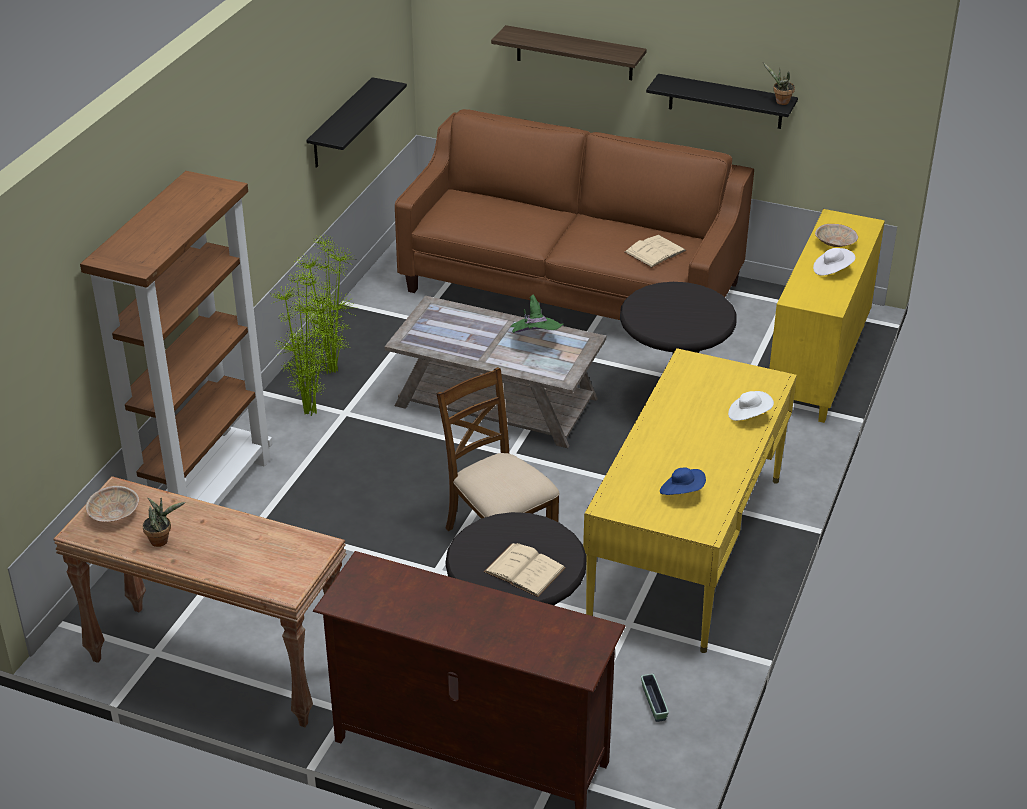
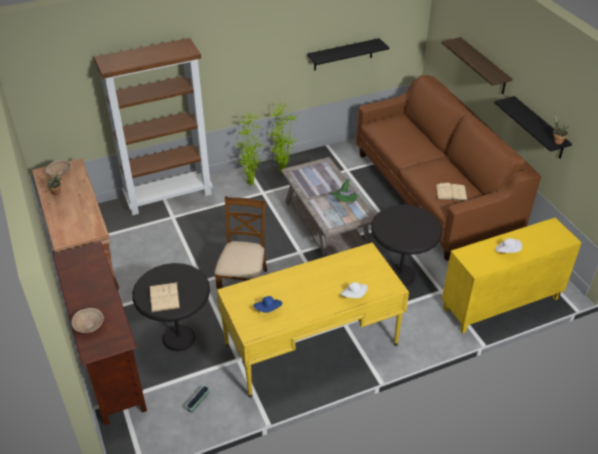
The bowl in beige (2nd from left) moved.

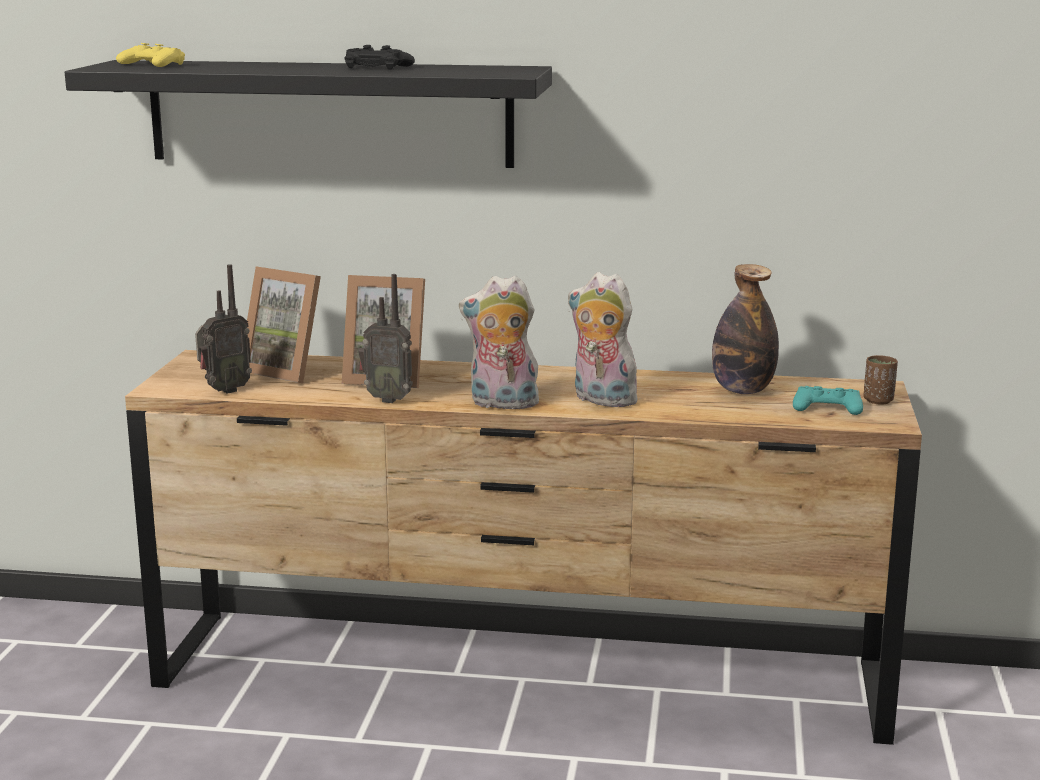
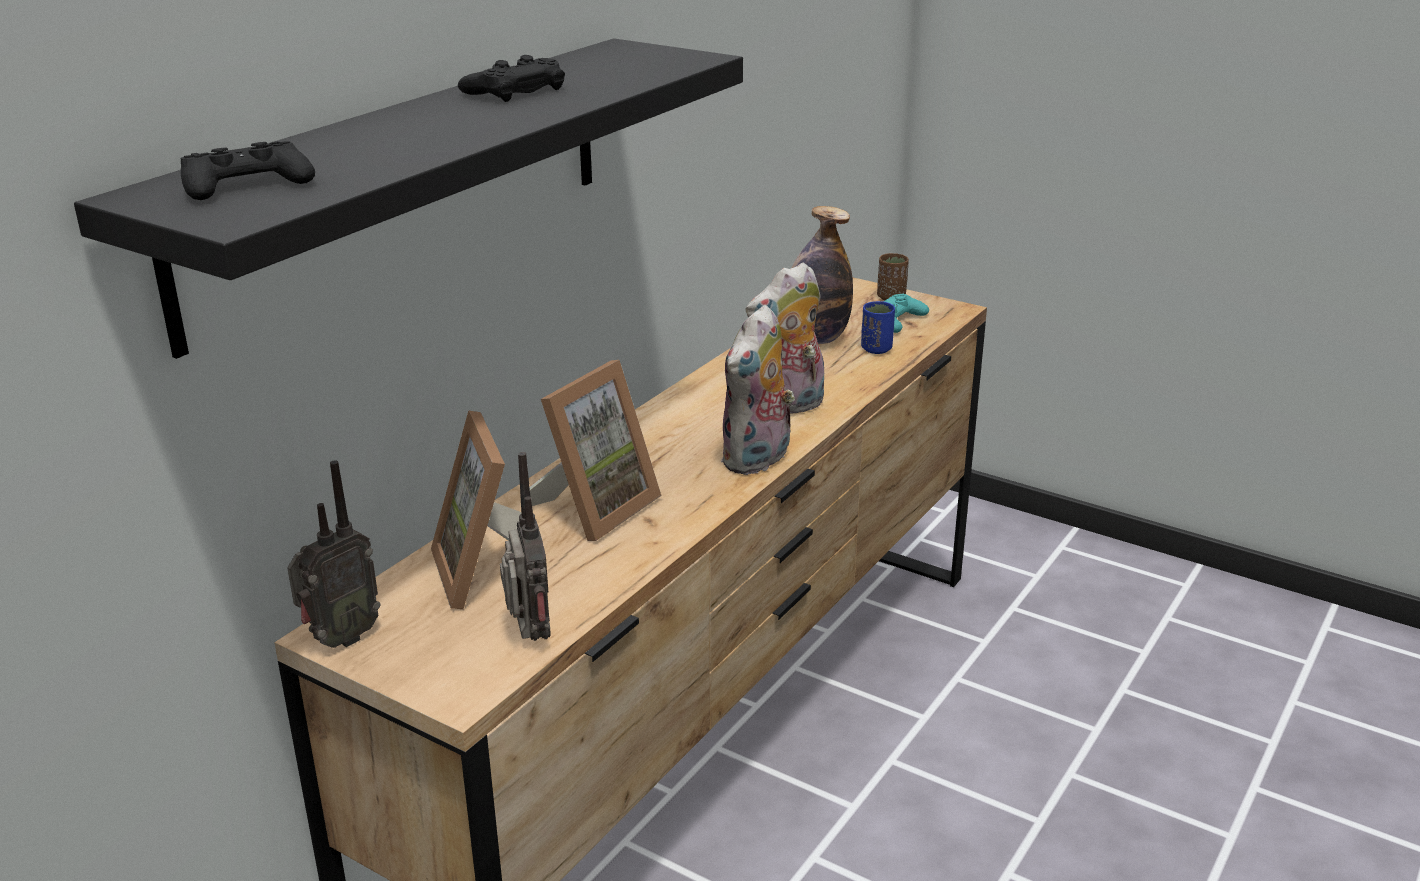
The cup in blue appeared.
The radio (2nd from left in the first image) moved.
The game controller in yellow became the game controller in black (1st from left).
The picture frame (1st from left) turned 105 degrees clockwise.

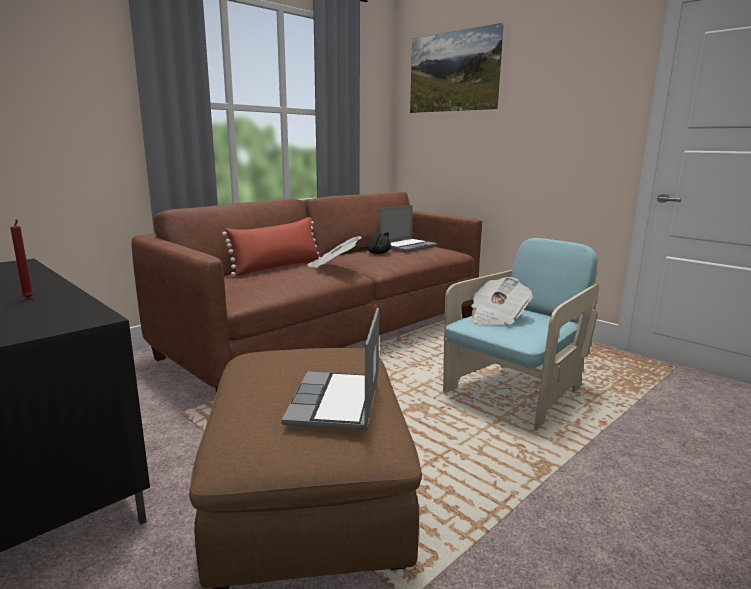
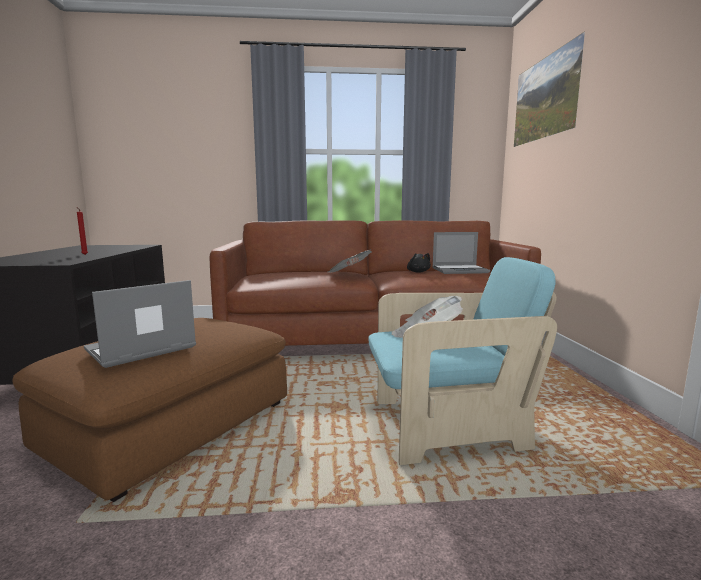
The pillow in red disappeared.

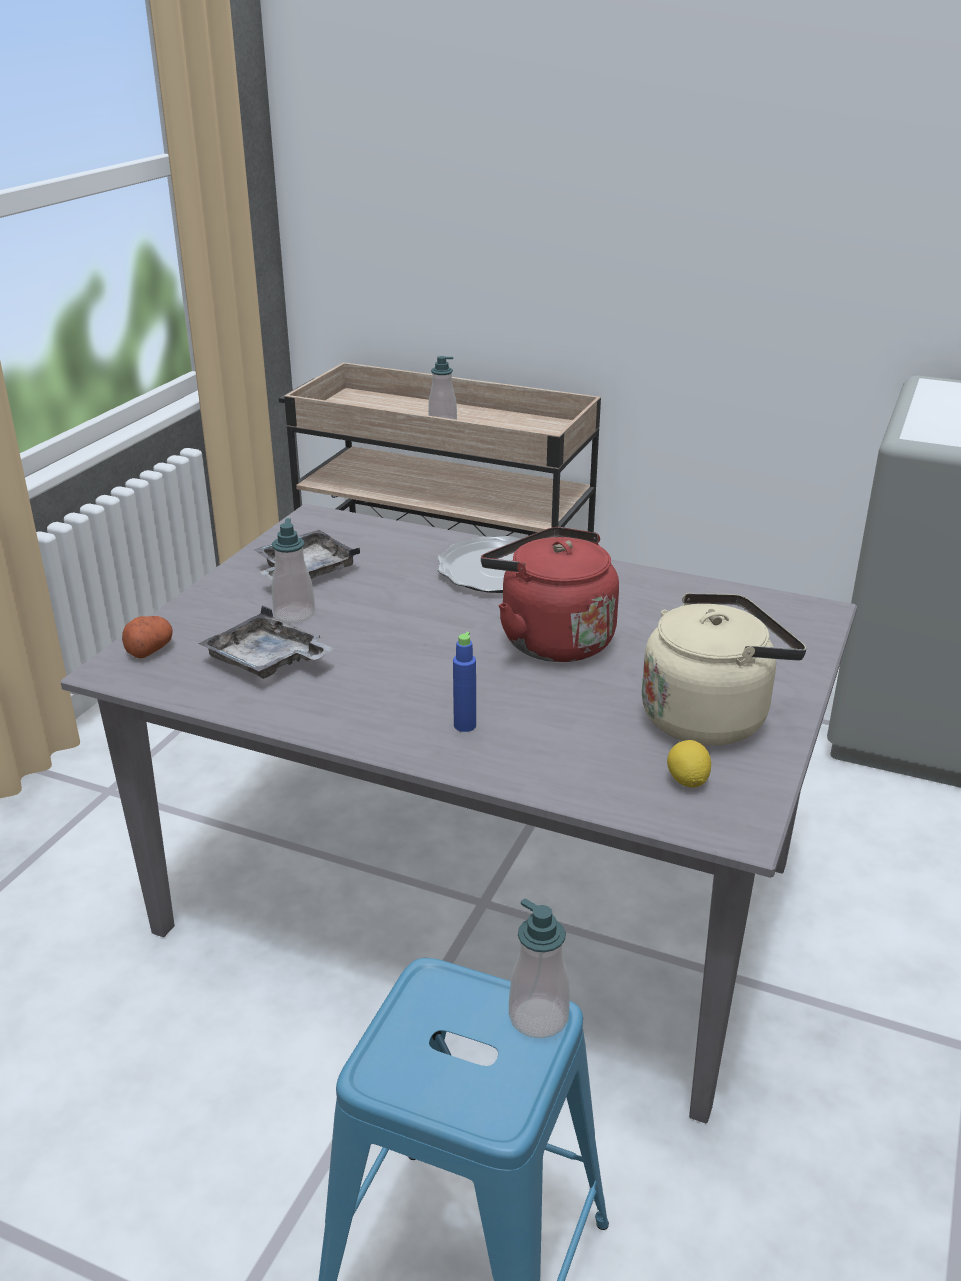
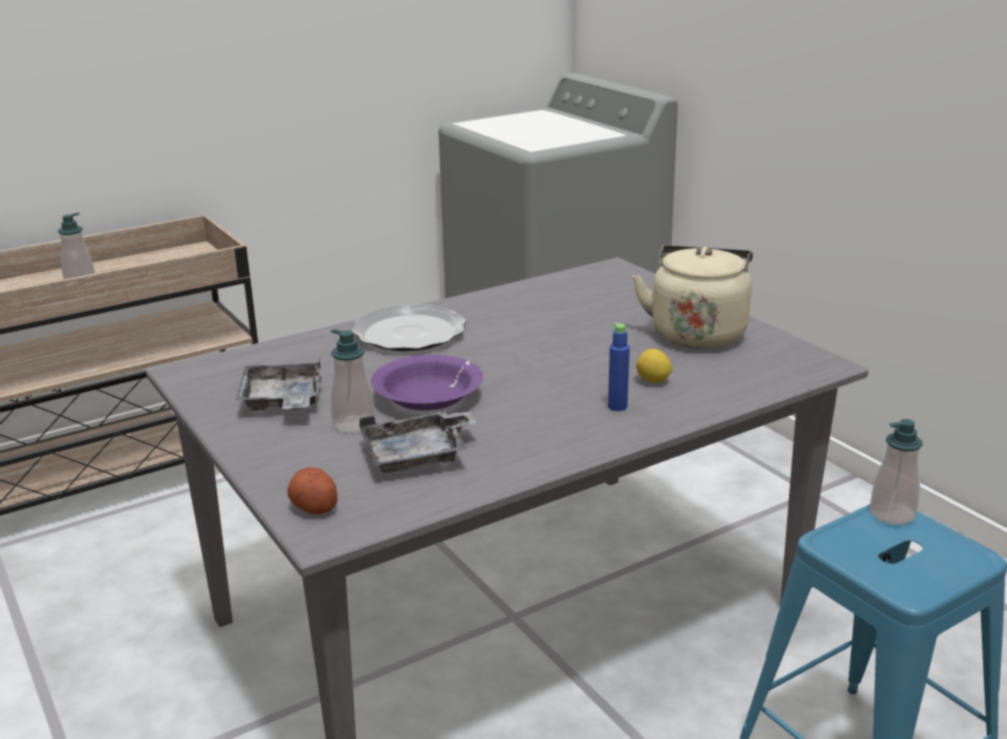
The kettle in red disappeared.
The bowl in purple appeared.
The lemon moved.

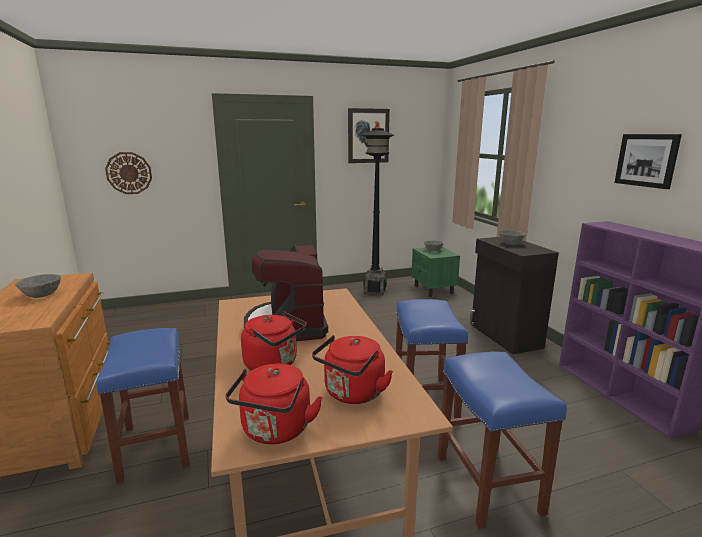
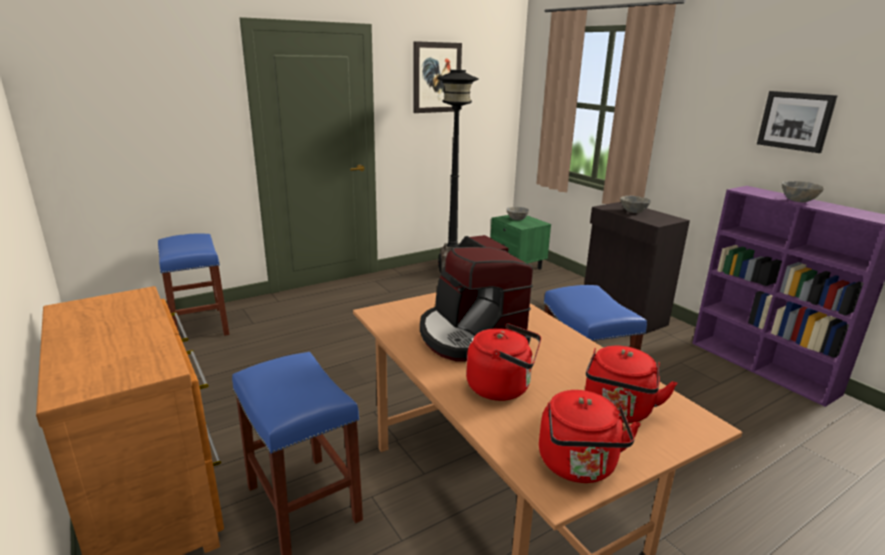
The wall clock disappeared.
The bowl in grey (1st from left in the first image) moved.
The stool in blue (3rd from left in the first image) moved.

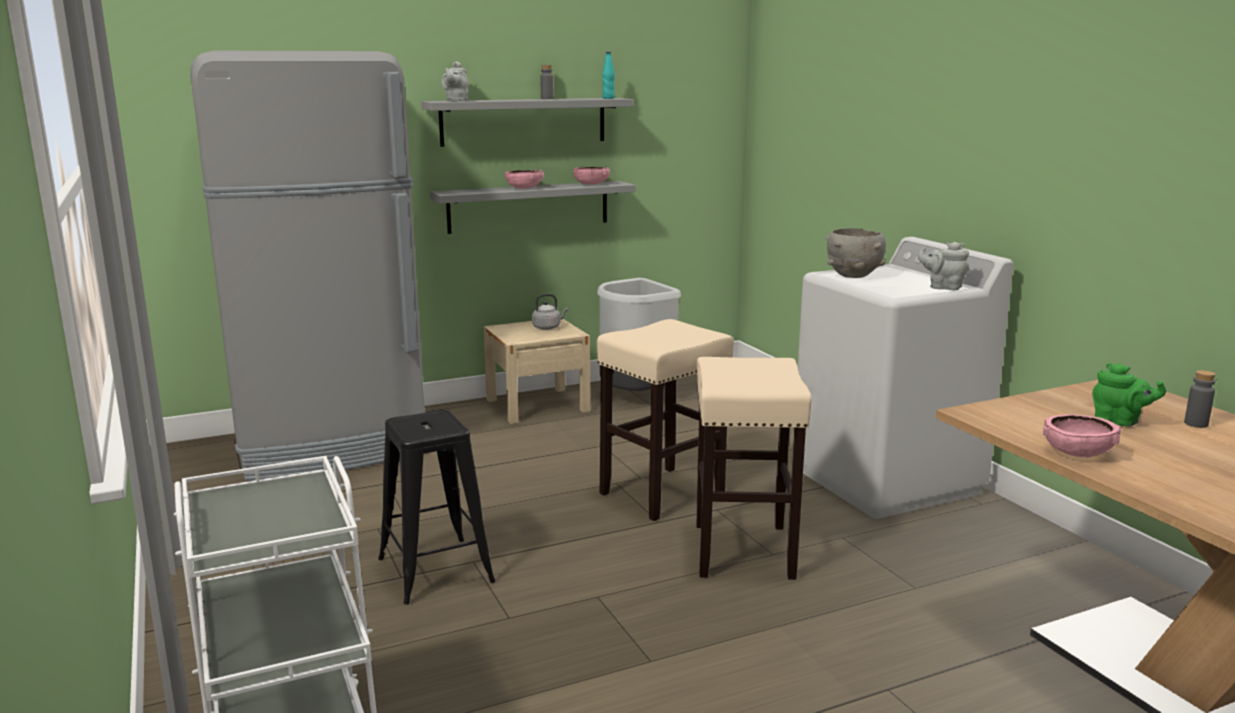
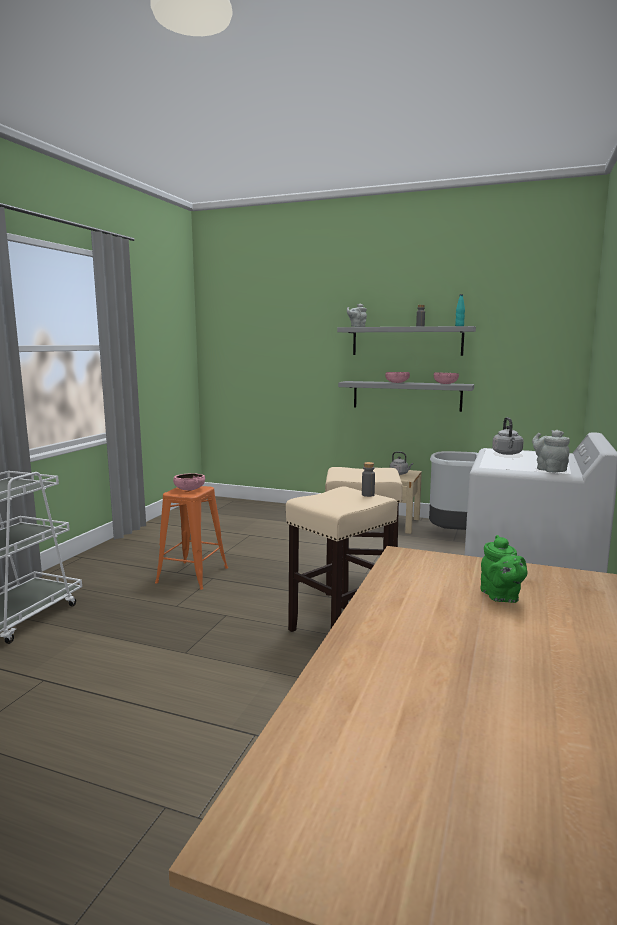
The fridge in grey disappeared.
The bowl in pink (3rd from left in the first image) moved.
The bottle in grey (2nd from left in the first image) moved.
The bowl in grey was replaced by the kettle in grey (2nd from left).
The stool in black became the stool in orange.

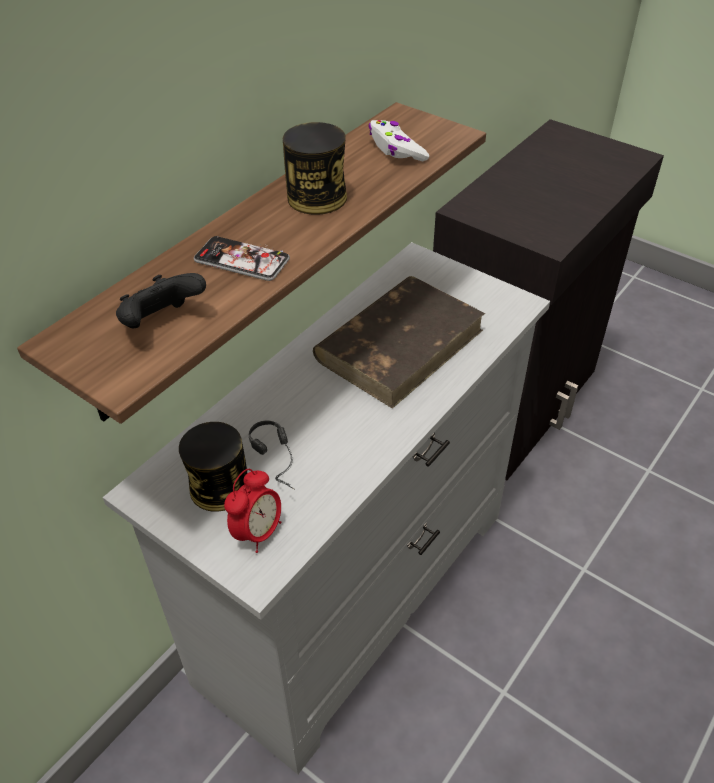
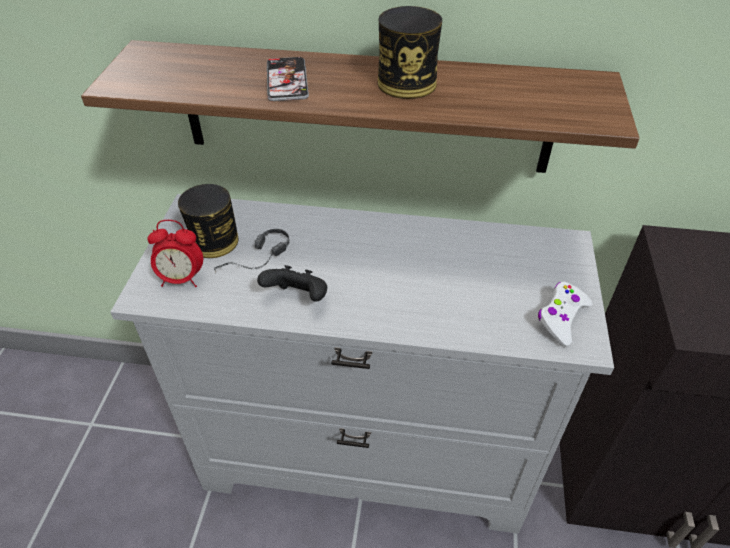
The book in brown disappeared.
The game controller in black moved.
The game controller in white moved.

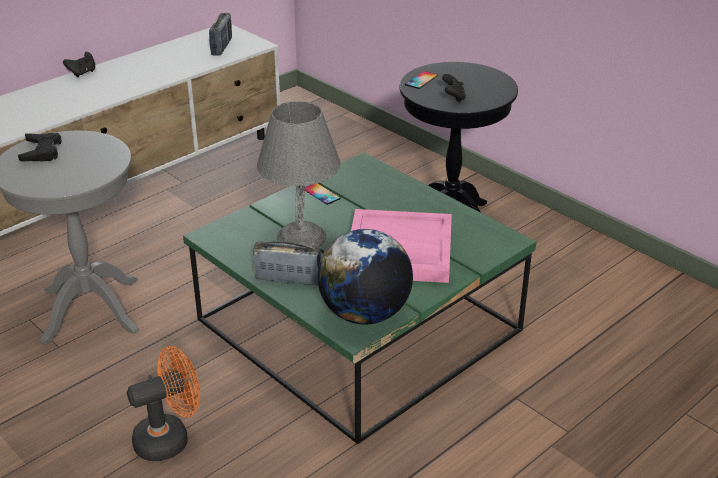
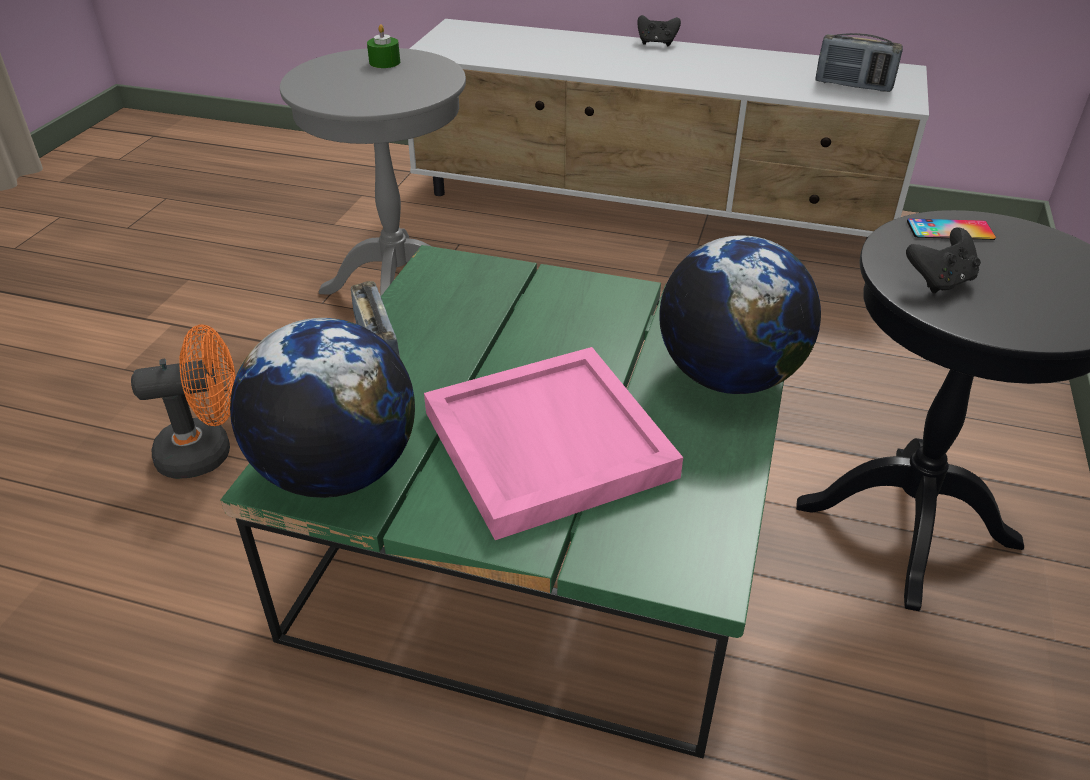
The table lamp in grey disappeared.
The phone (1st from left) disappeared.
The globe (2nd from left) appeared.
The game controller in black (1st from left) was replaced by the candle in green.
The fan in orange turned 45 degrees counterclockwise.
The radio (1st from left in the first image) turned 45 degrees clockwise.

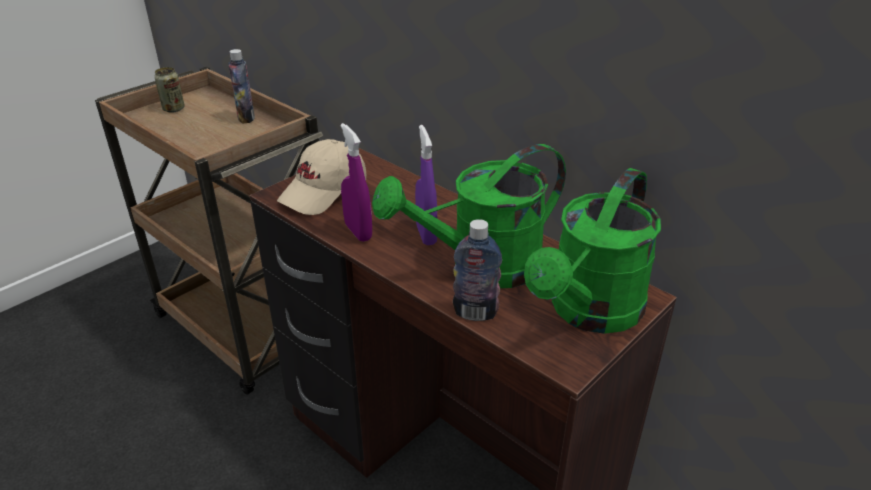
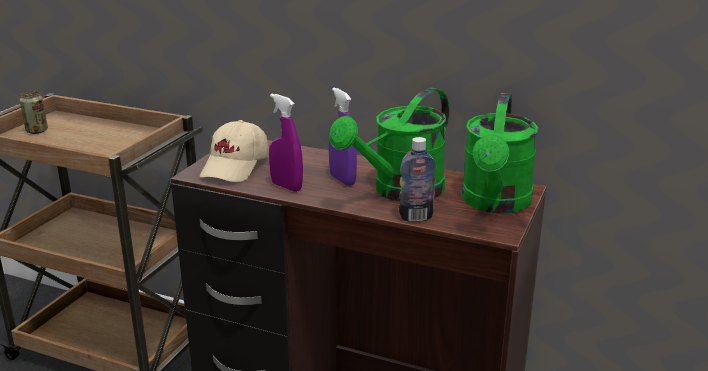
The bottle (1st from left) disappeared.

